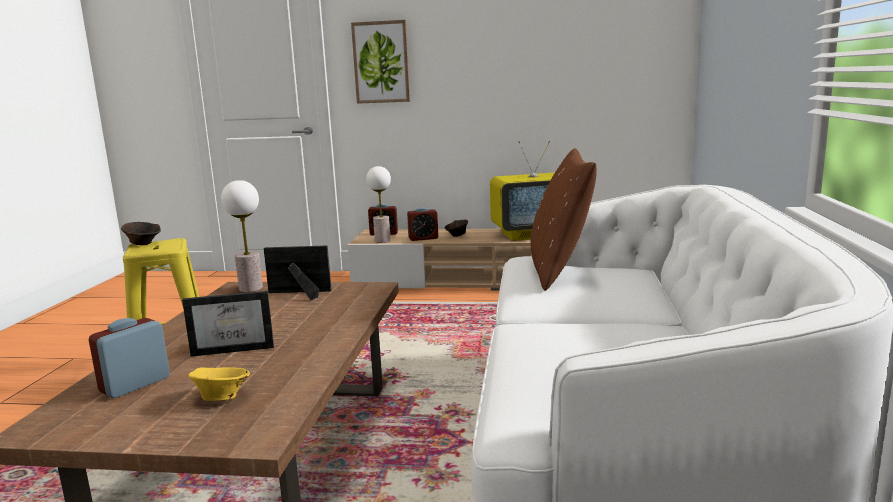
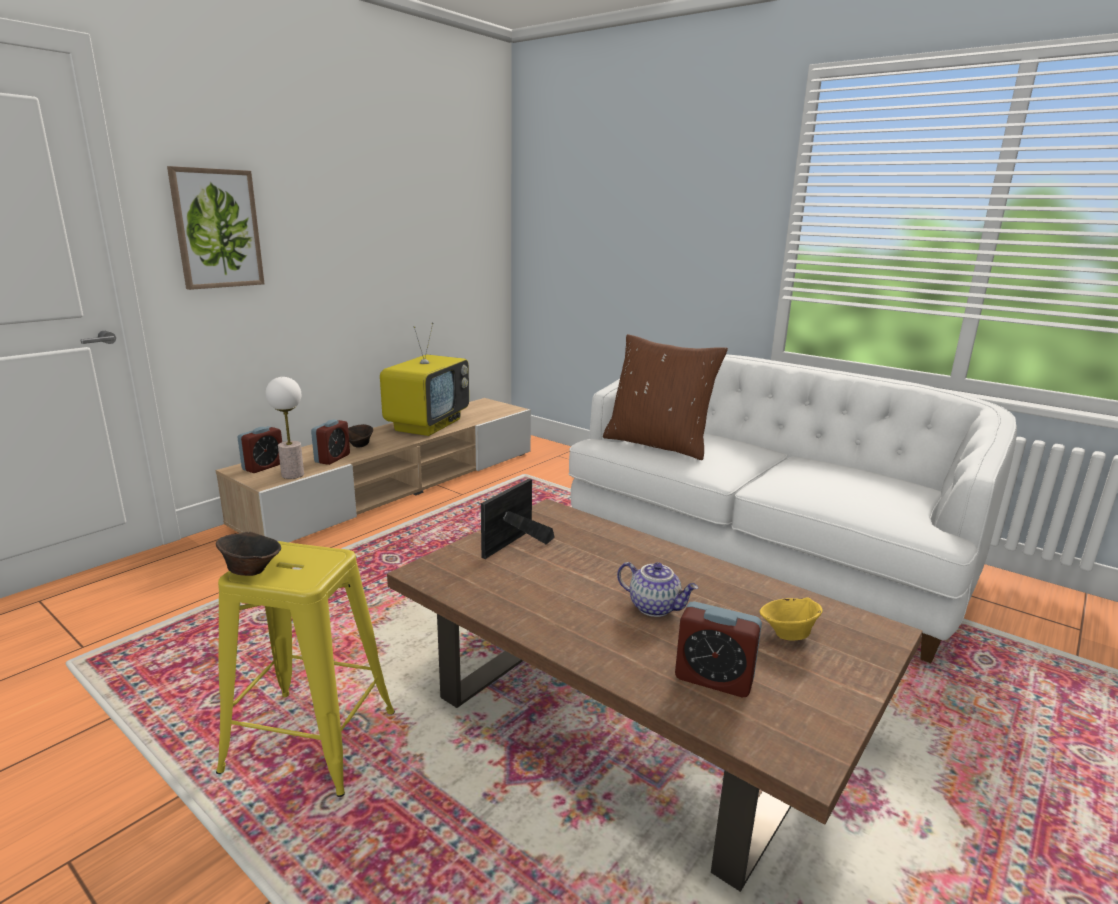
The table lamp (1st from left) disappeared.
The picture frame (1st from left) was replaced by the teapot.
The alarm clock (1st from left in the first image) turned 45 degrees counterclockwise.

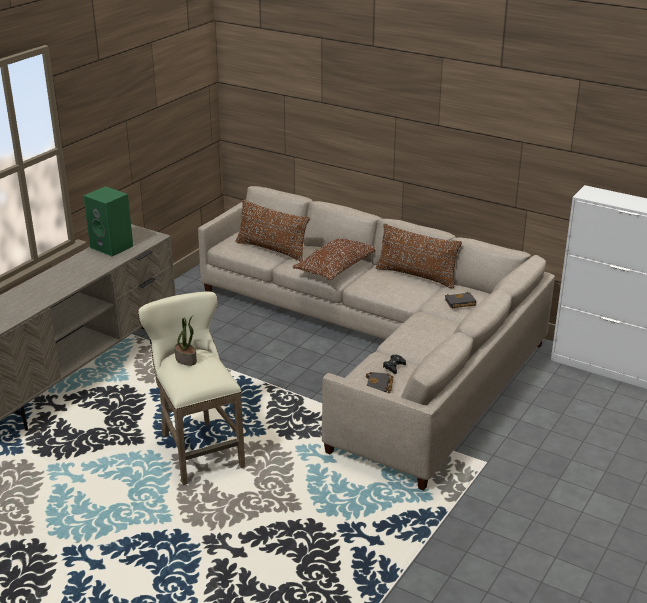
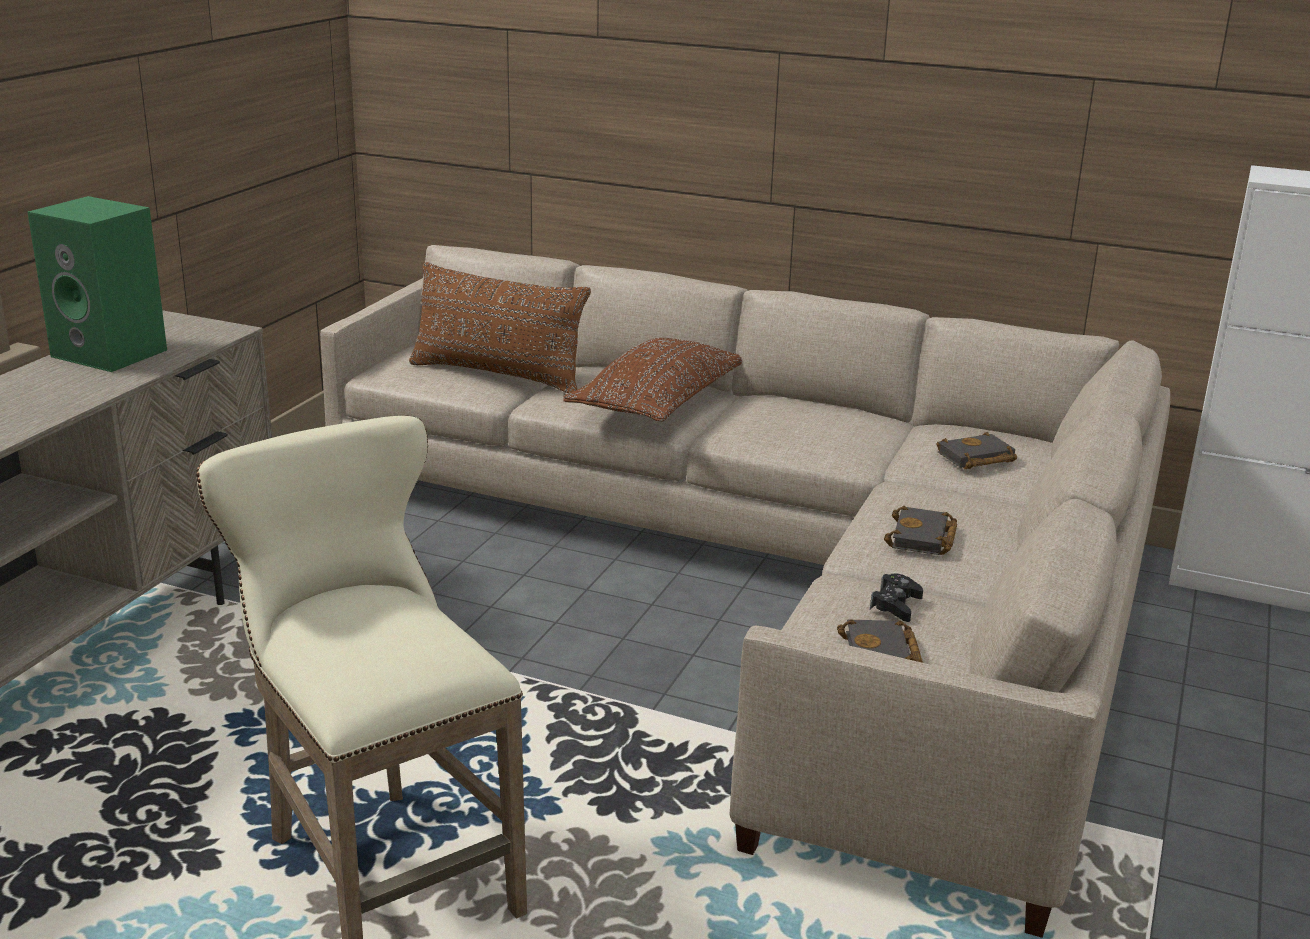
The potted plant disappeared.
The pillow in brown (3rd from left) disappeared.
The book in black (2nd from left) appeared.

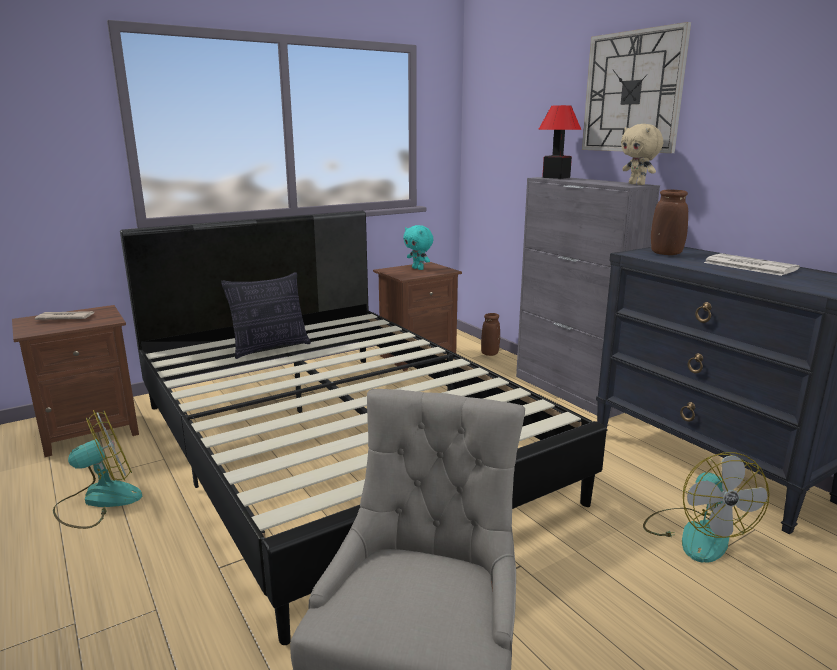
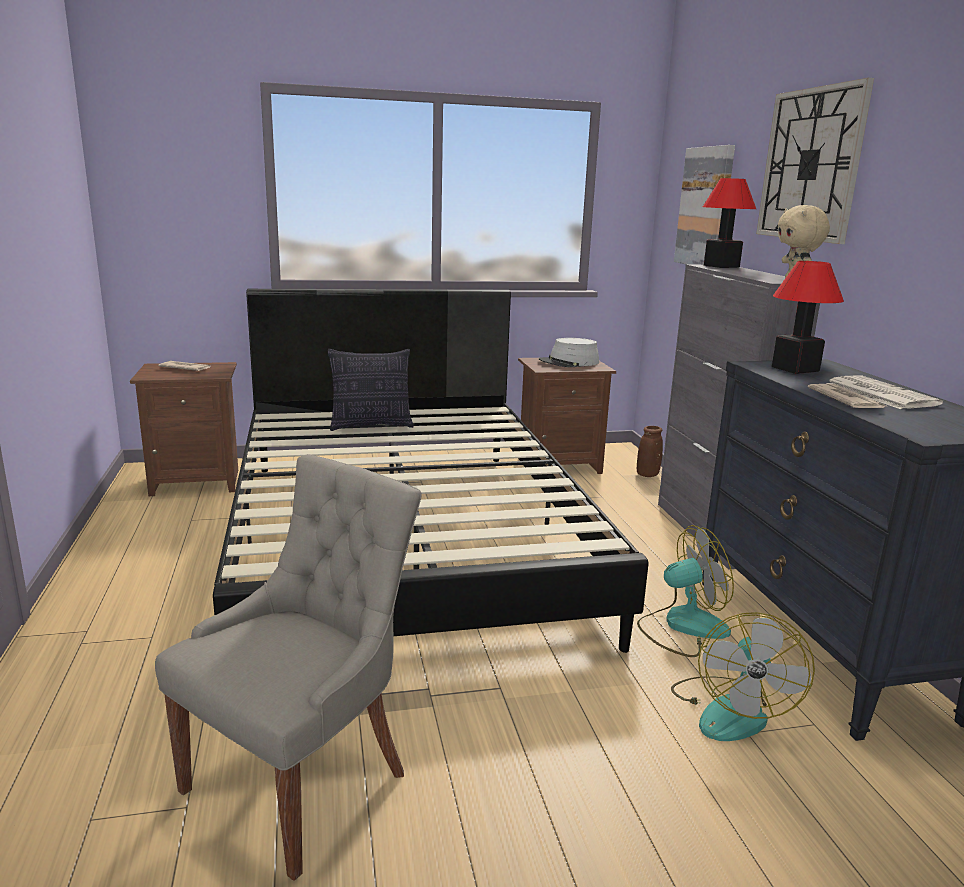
The picture appeared.
The newspaper (2nd from left) appeared.
The fan (1st from left) moved.
The plush toy in turquoise was replaced by the hat in grey.
The vase in brown (2nd from left) was replaced by the table lamp (2nd from left).

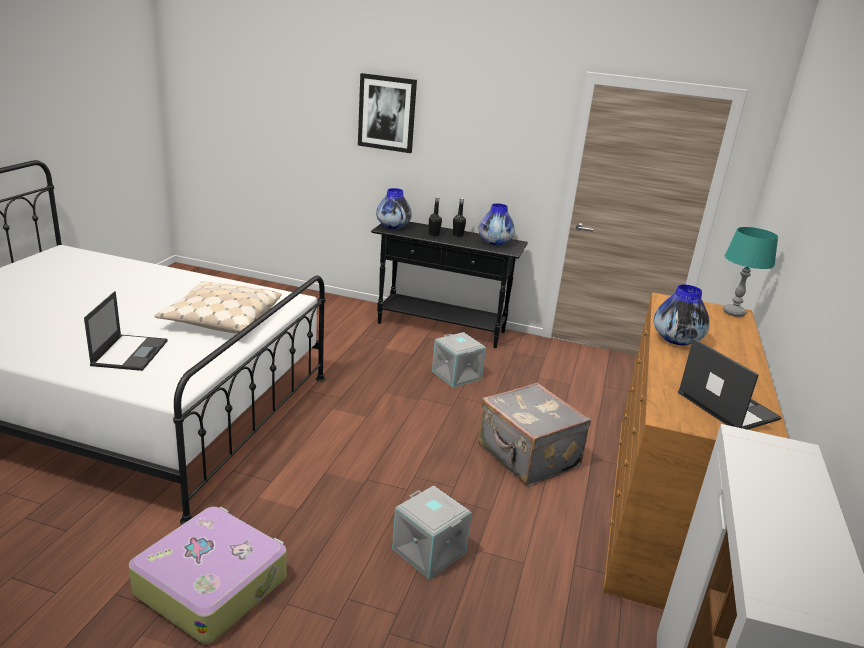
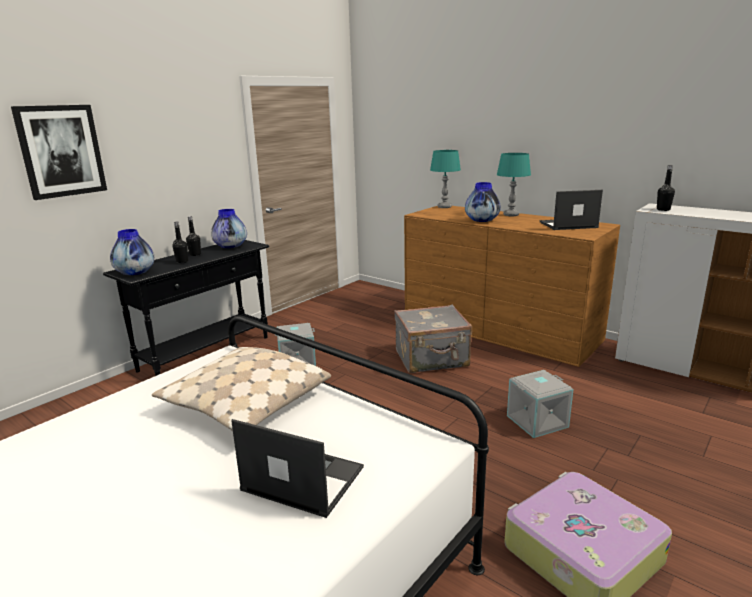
The table lamp in turquoise (2nd from left) appeared.
The bottle in black (3rd from left) appeared.

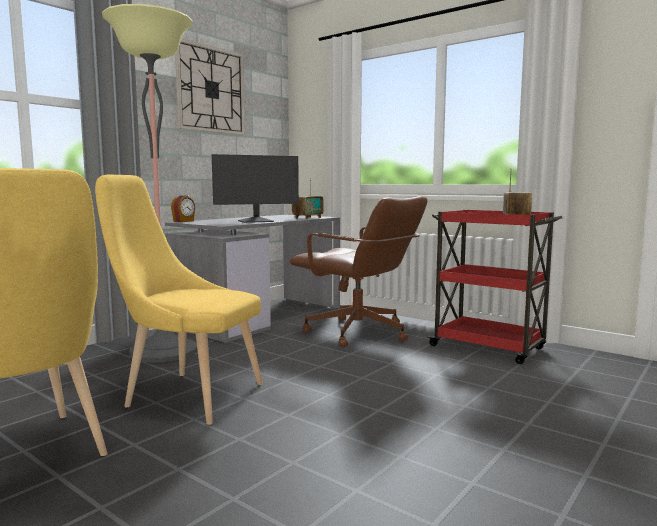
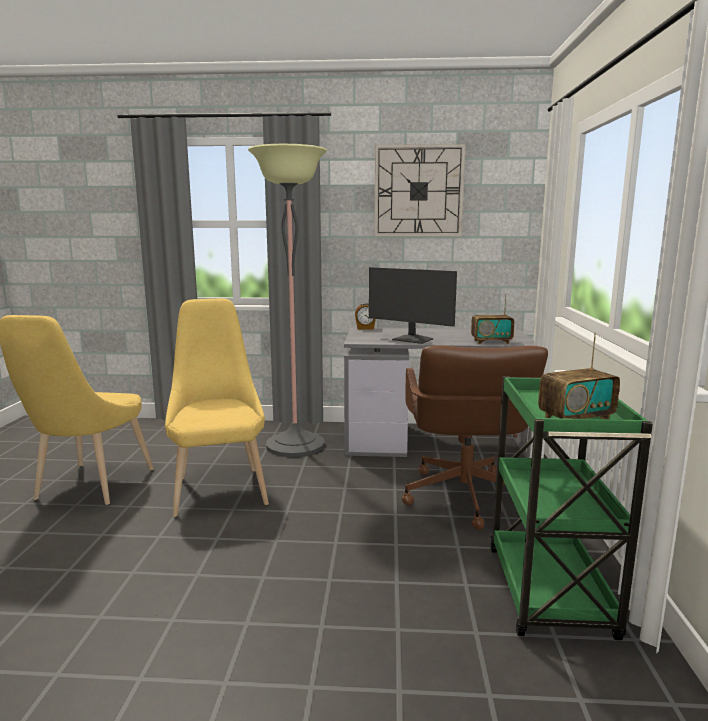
The cart in red became the cart in green.

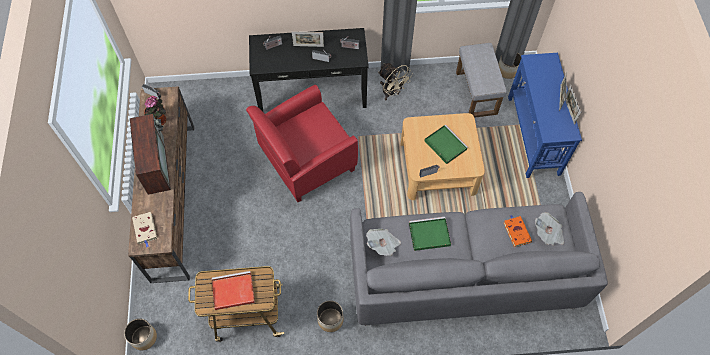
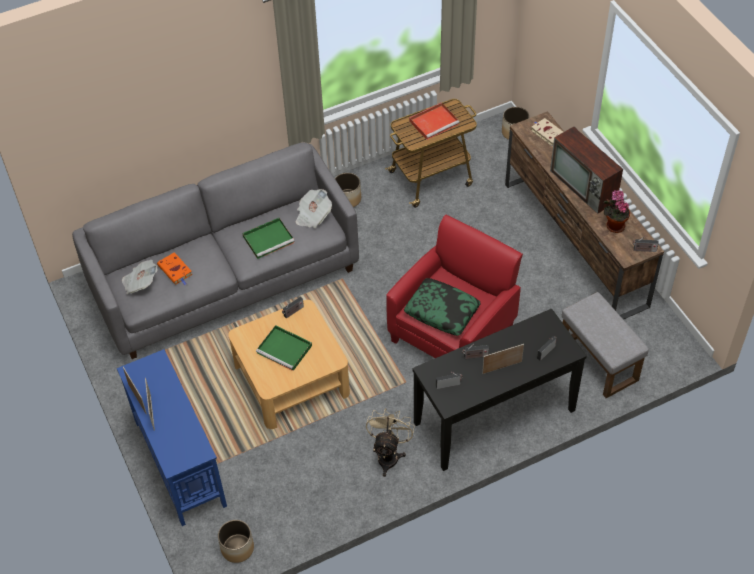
The pillow appeared.
The ottoman in grey moved.
The fan in beige turned 75 degrees clockwise.

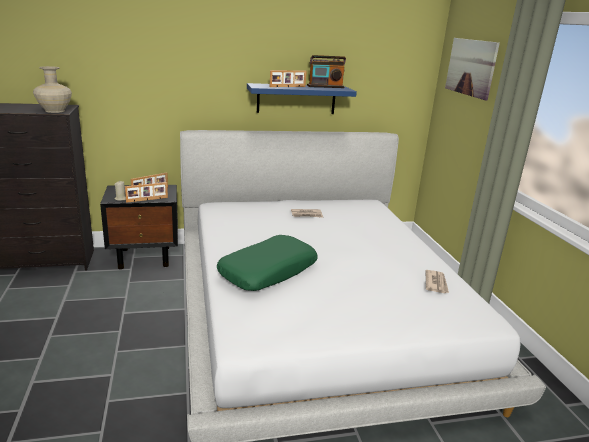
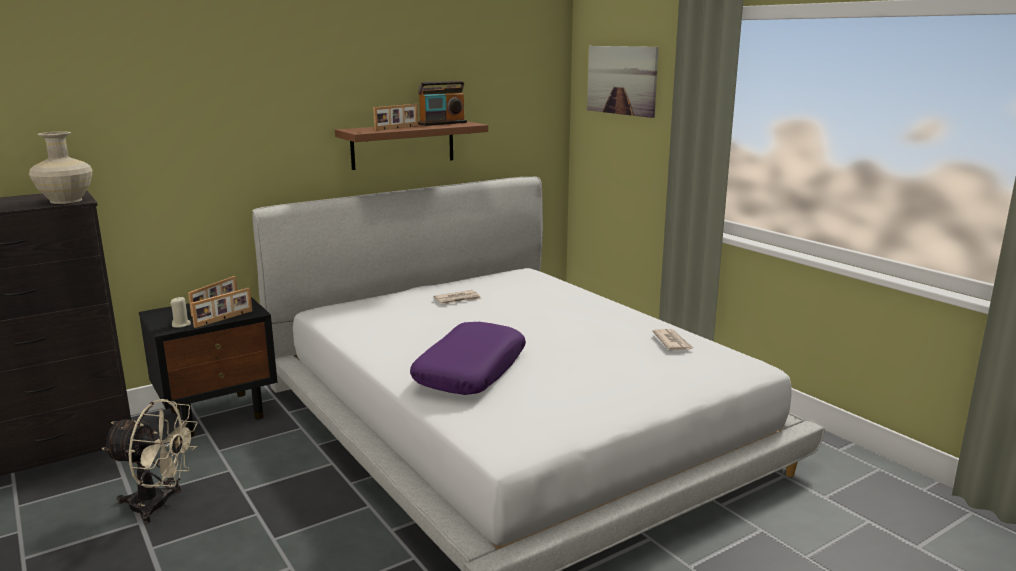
The fan in beige appeared.
The pillow in green became the pillow in purple.
The shelf in blue became the shelf in brown.

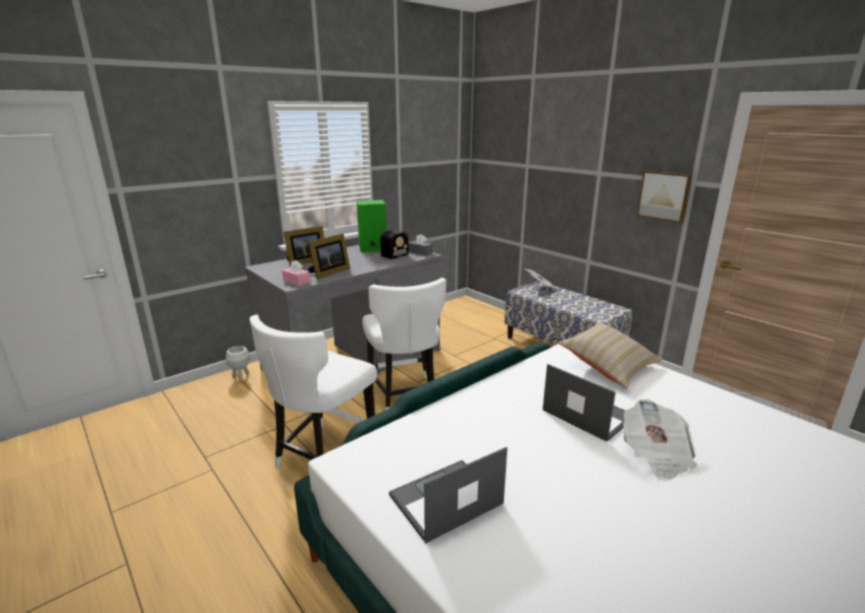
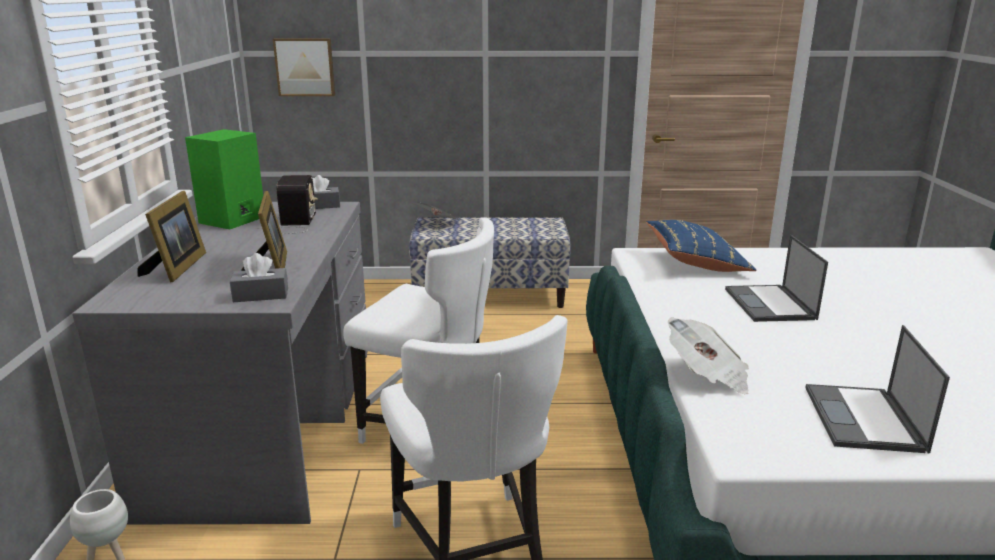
The newspaper (2nd from left) moved.
The picture moved.
The tissue box in pink became the tissue box in grey (1st from left).
The pillow in beige became the pillow in blue.
The laptop (2nd from left in the first image) turned 90 degrees counterclockwise.

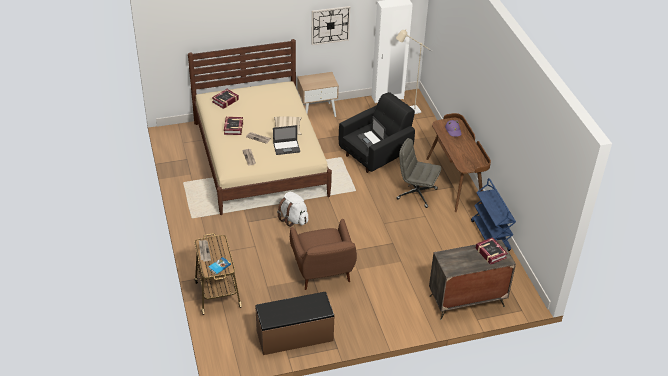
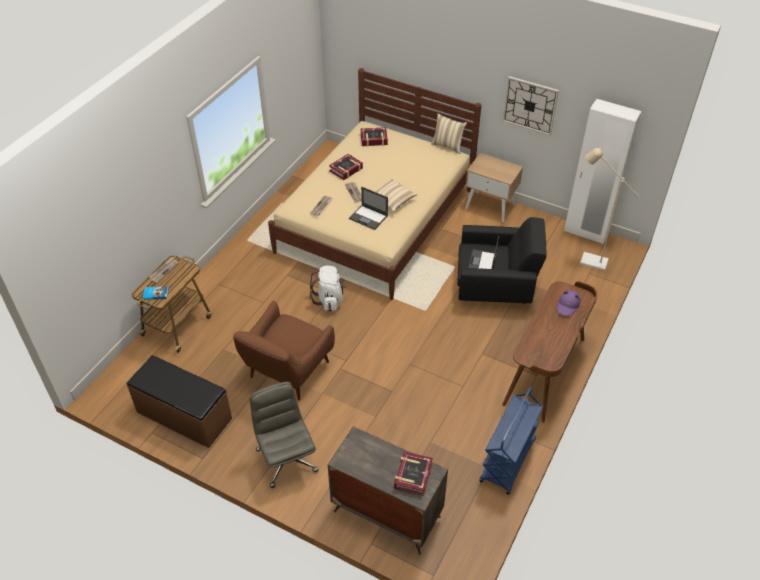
The pillow in beige (2nd from left) appeared.
The office chair in grey moved.

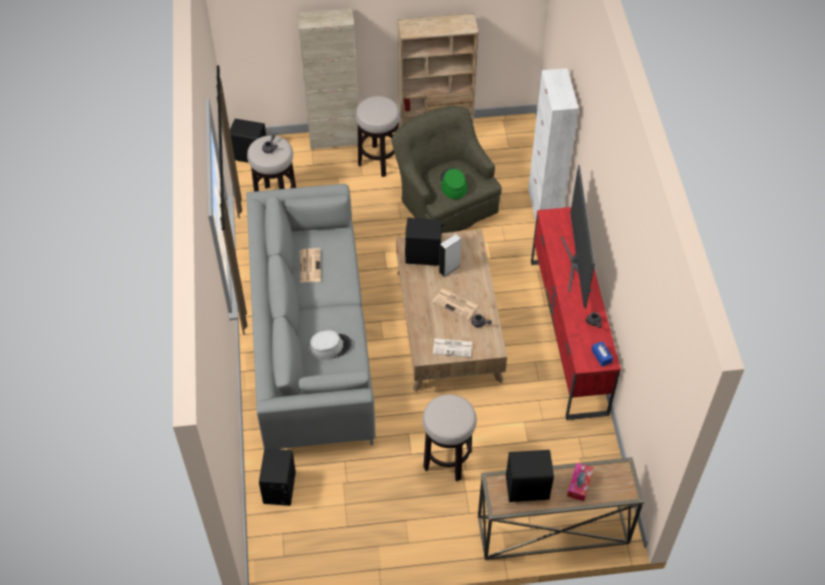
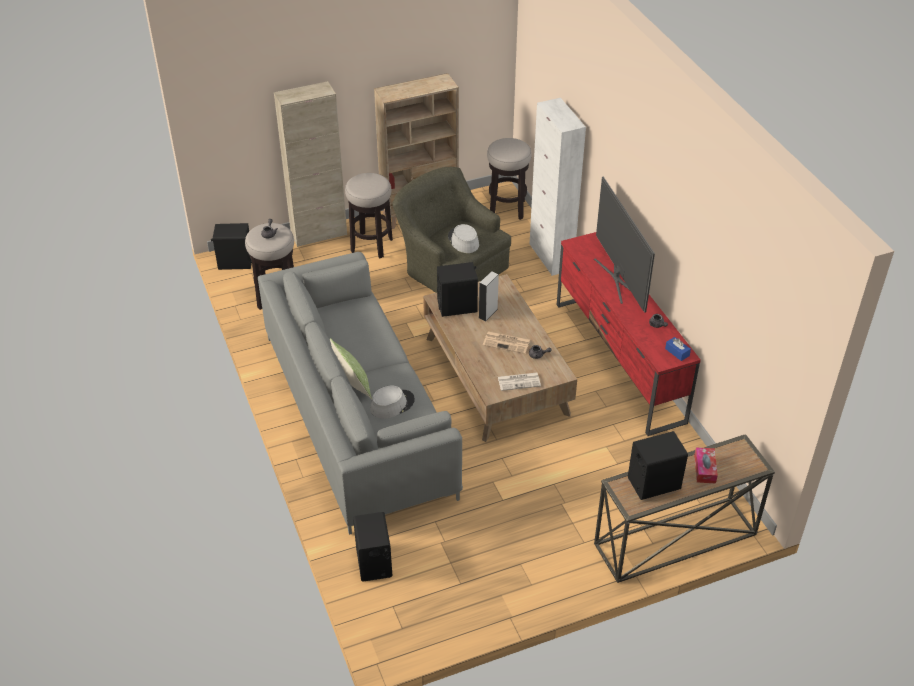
The newspaper (1st from left) disappeared.
The pillow appeared.
The stool (3rd from left) moved.
The hat in green became the hat in grey (2nd from left).

